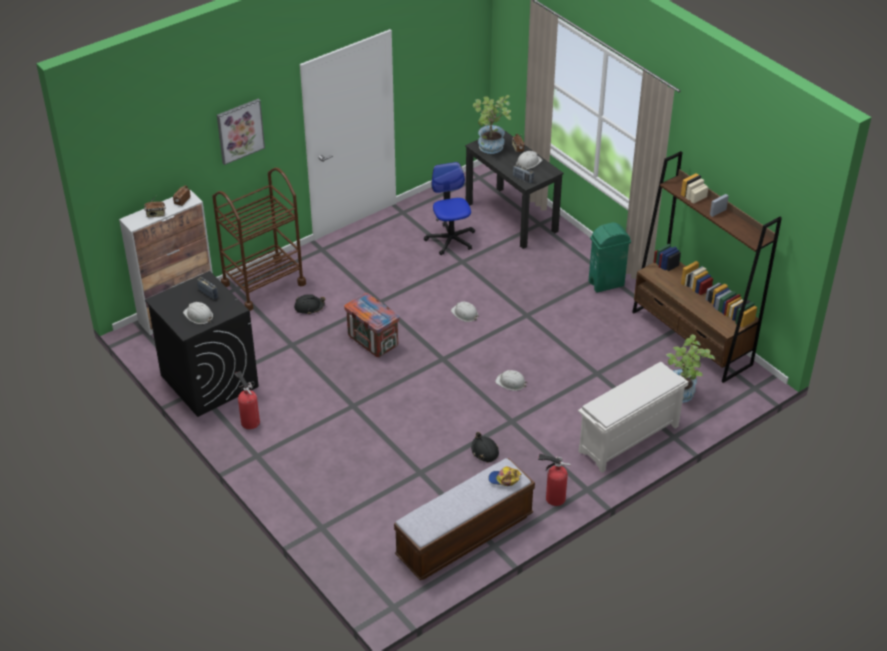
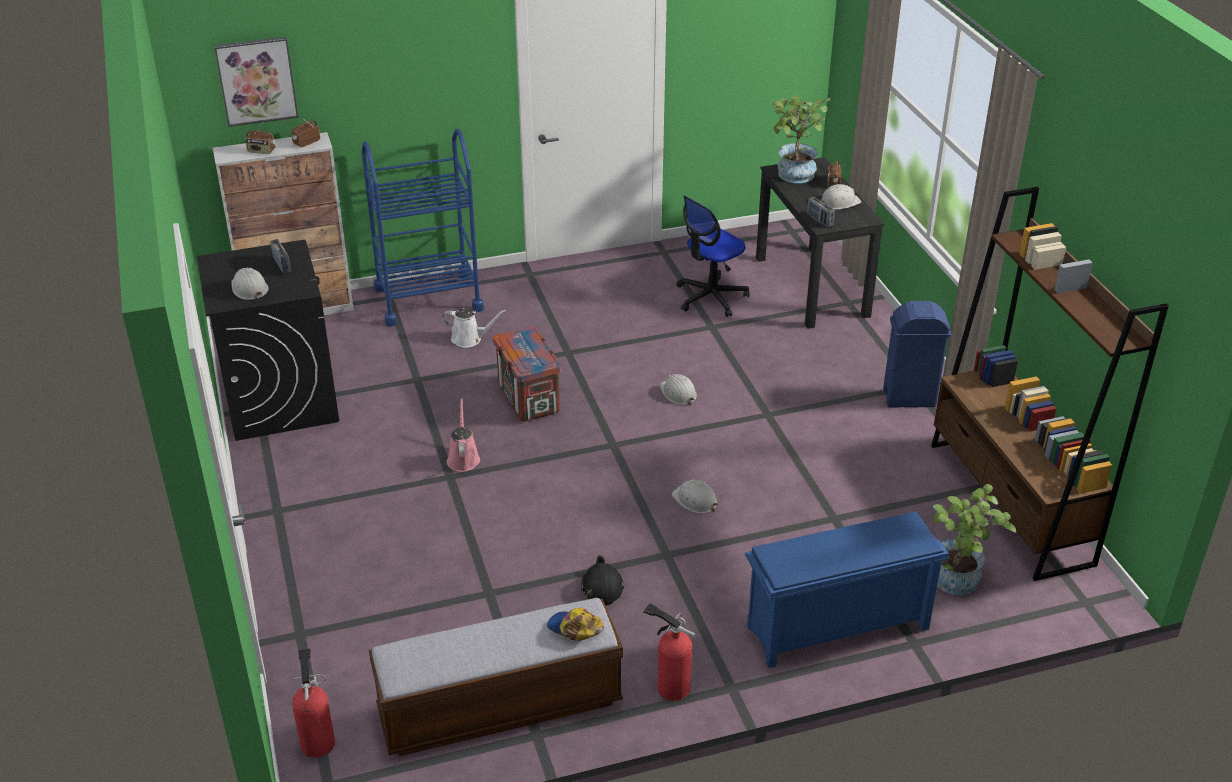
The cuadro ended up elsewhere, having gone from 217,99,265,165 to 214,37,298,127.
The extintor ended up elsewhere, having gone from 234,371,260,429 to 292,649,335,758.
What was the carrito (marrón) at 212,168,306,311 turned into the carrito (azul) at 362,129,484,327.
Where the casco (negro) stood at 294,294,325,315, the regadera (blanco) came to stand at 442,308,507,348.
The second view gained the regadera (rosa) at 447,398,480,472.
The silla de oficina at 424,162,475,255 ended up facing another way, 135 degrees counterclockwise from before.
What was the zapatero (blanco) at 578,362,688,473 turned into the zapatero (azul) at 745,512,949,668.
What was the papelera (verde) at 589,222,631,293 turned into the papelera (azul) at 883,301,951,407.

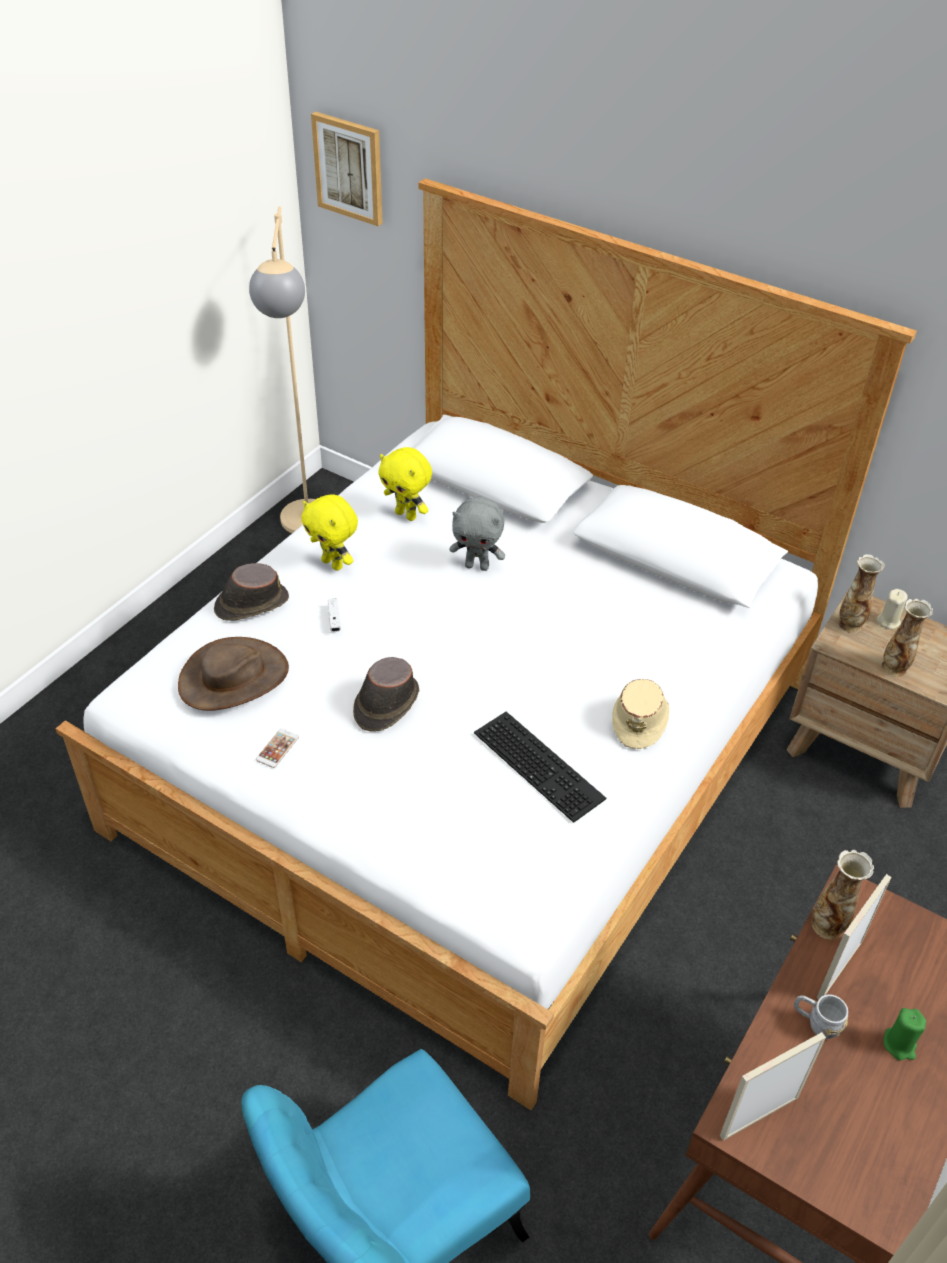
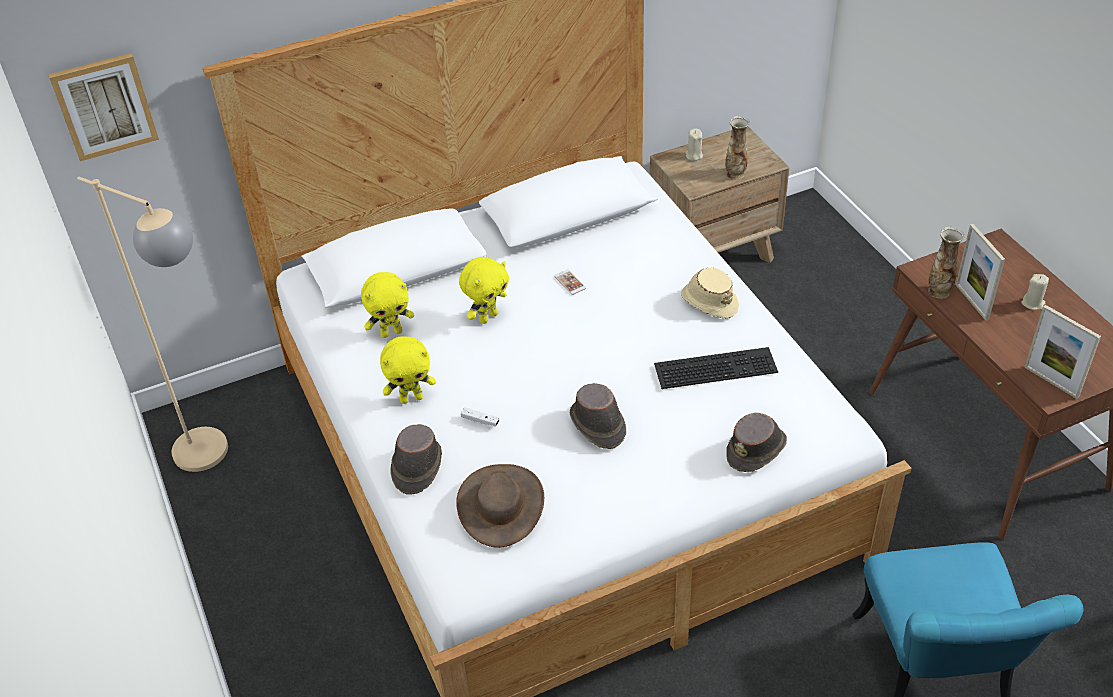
What was the peluche (gris) at 449,497,505,571 turned into the peluche (amarillo) at 459,257,509,324.
The móvil ended up elsewhere, having gone from 256,729,299,768 to 554,269,586,295.
The second view gained the sombrero (marrón) at 726,413,787,472.
What was the vela (verde) at 884,1008,926,1061 turned into the vela (beis) at 1021,274,1049,310.
The portarretratos at 720,1032,826,1141 ended up facing another way, 45 degrees counterclockwise from before.
The second view lost the taza grande (gris) at 794,994,848,1039.
The second view lost the florero at 838,554,885,633.

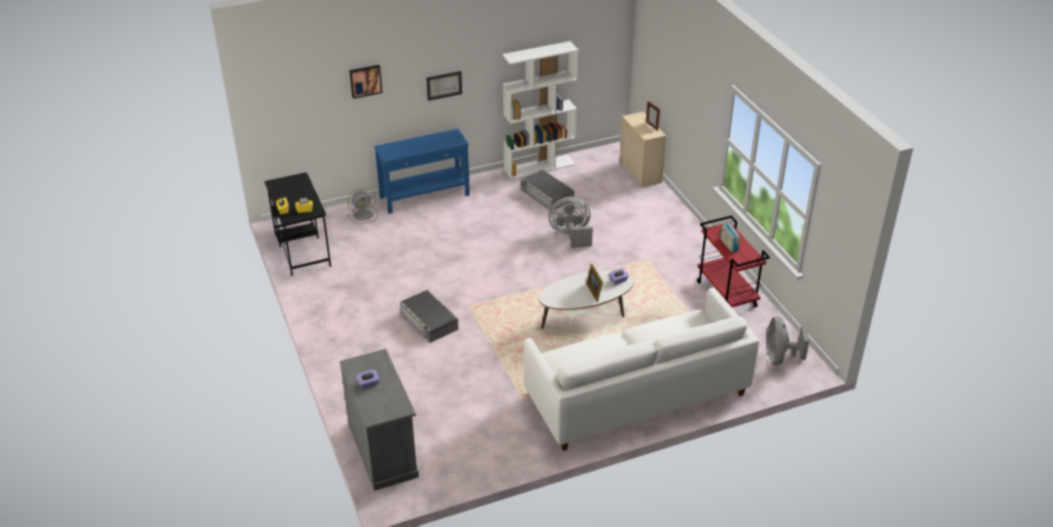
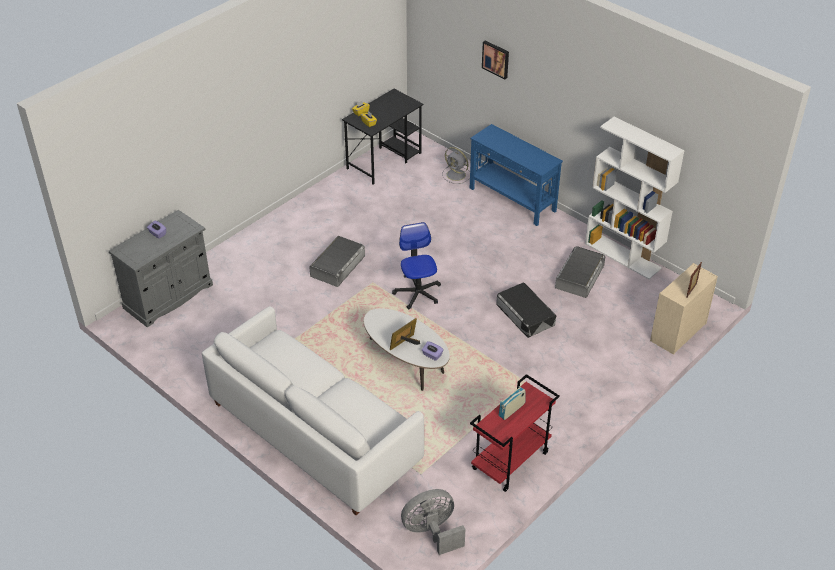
The second view gained the silla de oficina at 392,222,441,309.
Where the ventilador (gris) stood at 549,197,593,248, the caja de almacenaje (negro) came to stand at 496,283,556,338.
The second view lost the cuadro at 426,71,462,101.

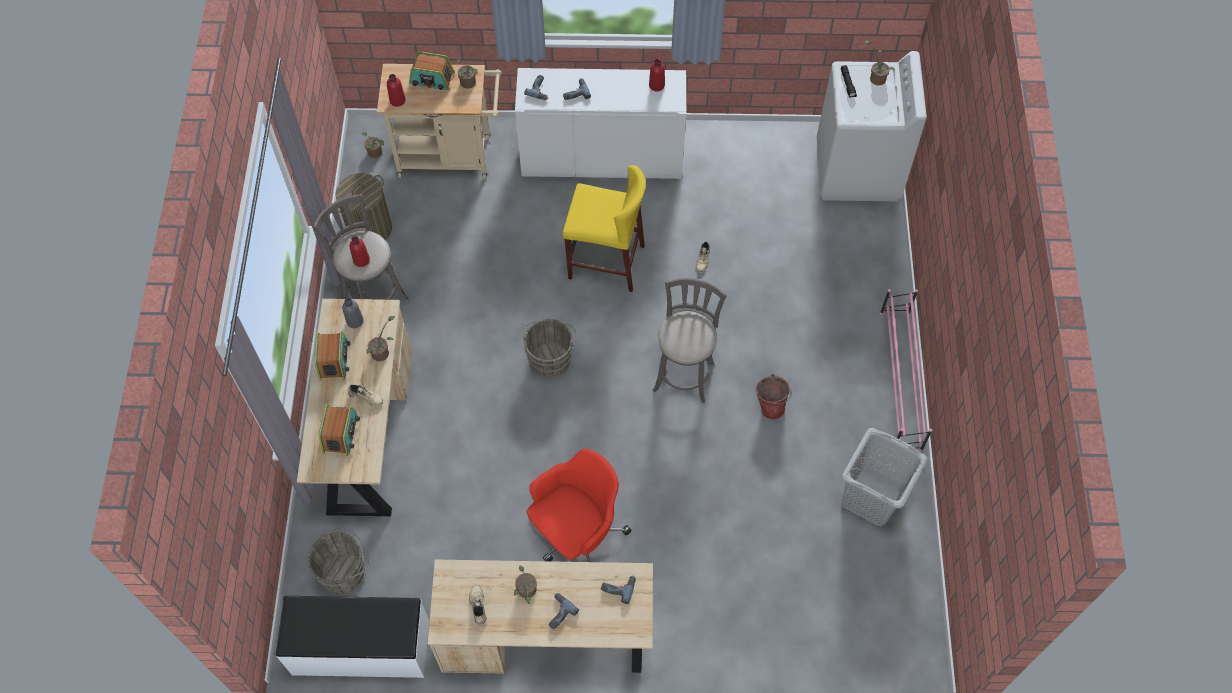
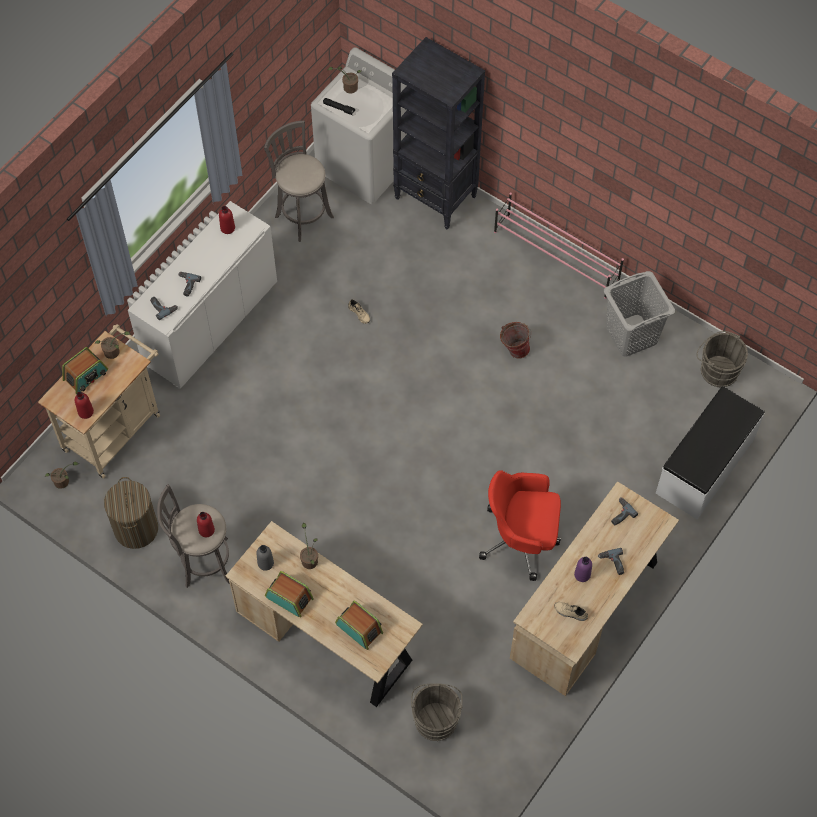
The taburete (gris) ended up elsewhere, having gone from 653,278,727,403 to 264,120,334,242.
The second view gained the estantería (negro) at 392,37,485,230.
The silla de oficina (rojo) at 527,449,631,562 ended up facing another way, 75 degrees counterclockwise from before.
Where the planta en maceta stood at 514,565,537,604, the botella (morado) came to stand at 574,557,592,582.
The banco (blanco) ended up elsewhere, having gone from 276,596,429,678 to 656,386,765,519.
The cubo (gris) ended up elsewhere, having gone from 523,319,576,379 to 696,331,748,387.
The second view lost the zapato (beis) at 348,384,383,406.
The second view lost the taburete (amarillo) at 562,165,646,292.

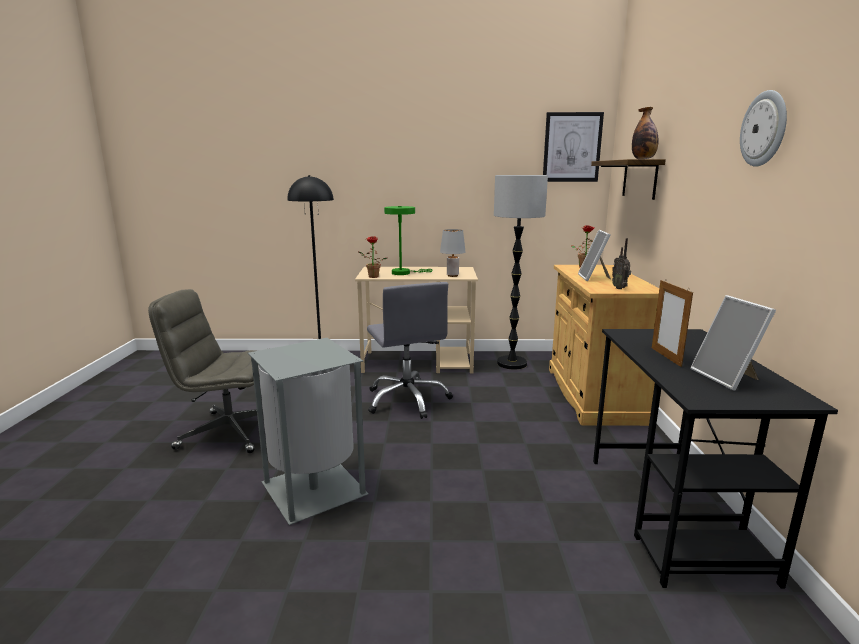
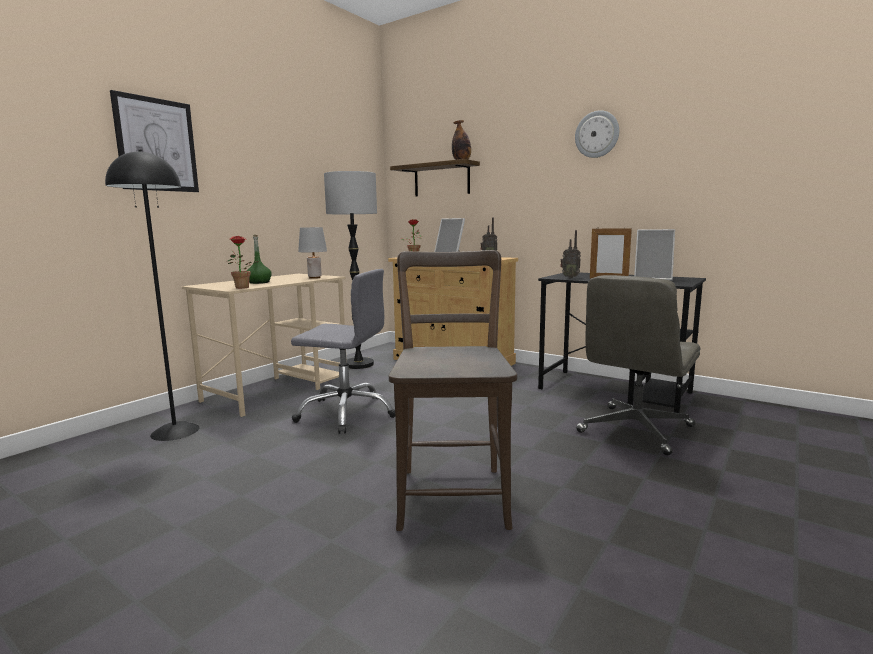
The cuadro ended up elsewhere, having gone from 543,112,604,182 to 110,90,199,192.
Where the lámpara de mesa (verde) stood at 384,206,433,275, the botella (verde) came to stand at 247,235,272,284.
Where the papelera (gris) stood at 248,338,369,525, the silla (marrón) came to stand at 389,250,517,531.
The second view gained the radio at 560,230,581,278.
The silla de oficina (gris) ended up elsewhere, having gone from 148,289,263,453 to 576,275,700,455.

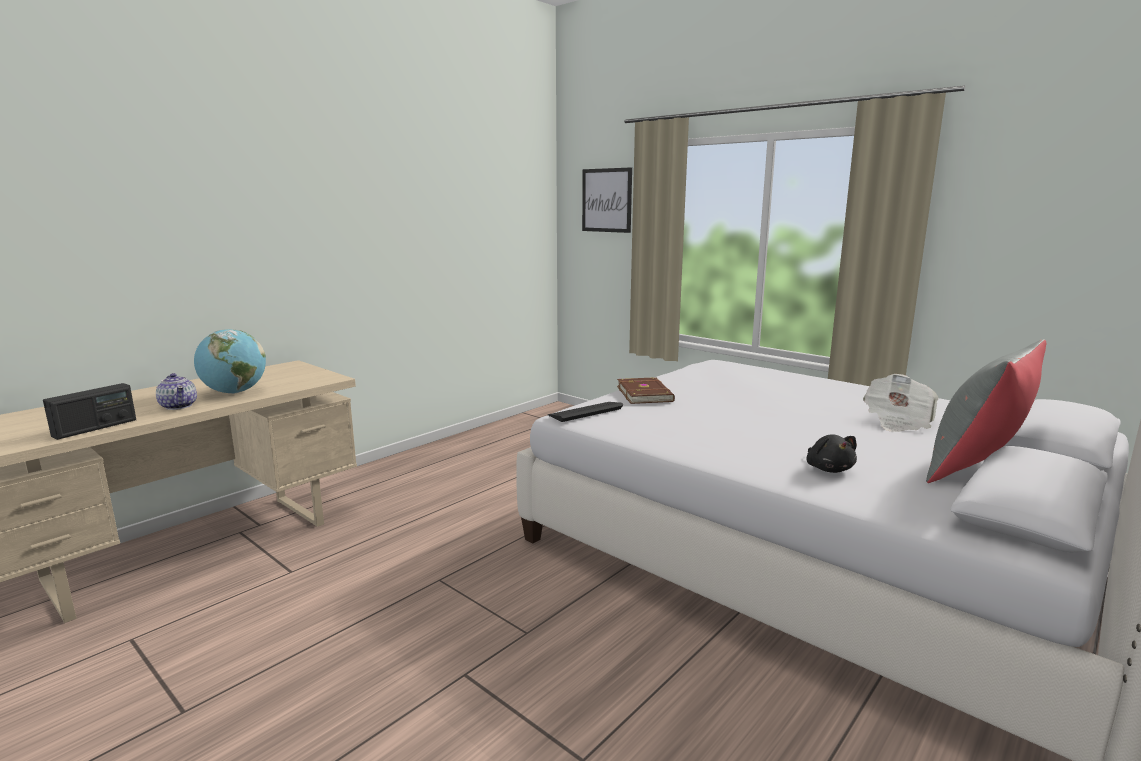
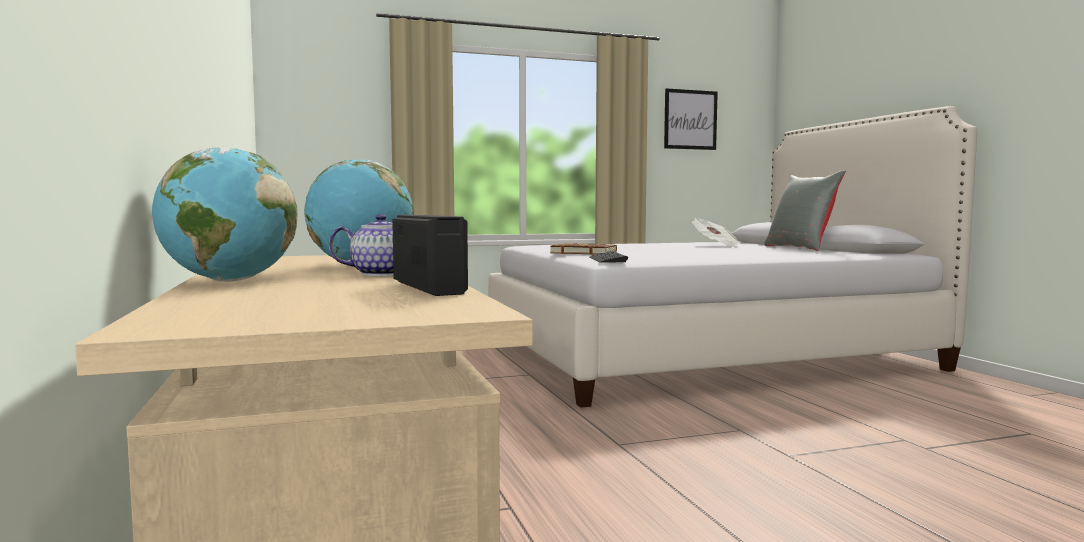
The second view gained the globo terráqueo at 152,147,297,282.
The cuadro ended up elsewhere, having gone from 582,167,632,233 to 664,88,718,150.
The second view lost the peluche (negro) at 807,435,857,473.

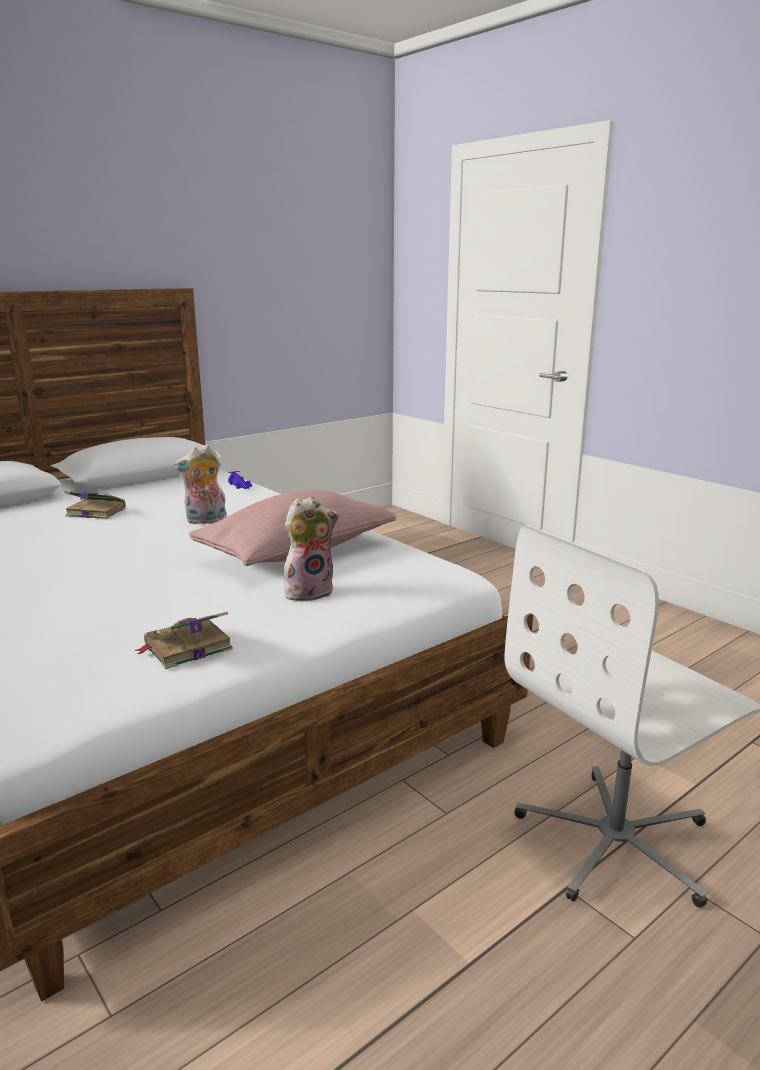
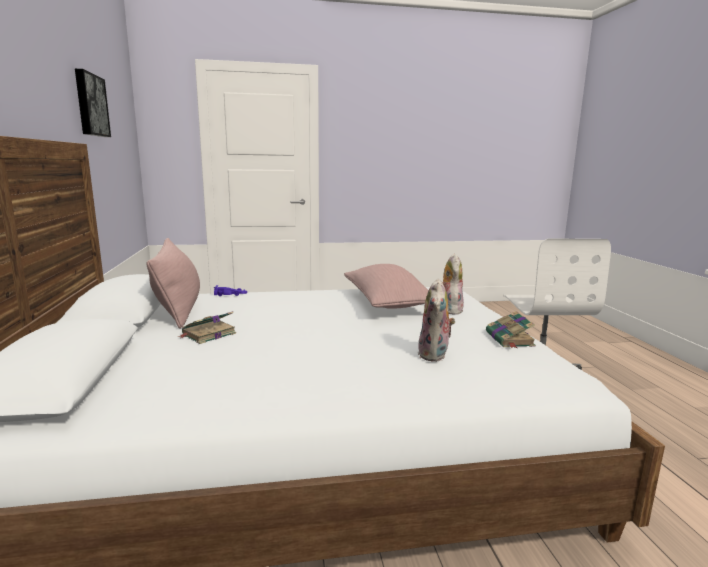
The second view gained the cuadro at 75,69,111,137.
The second view gained the cojín (rosa) at 147,238,200,329.
The peluche ended up elsewhere, having gone from 174,444,227,524 to 418,279,456,362.

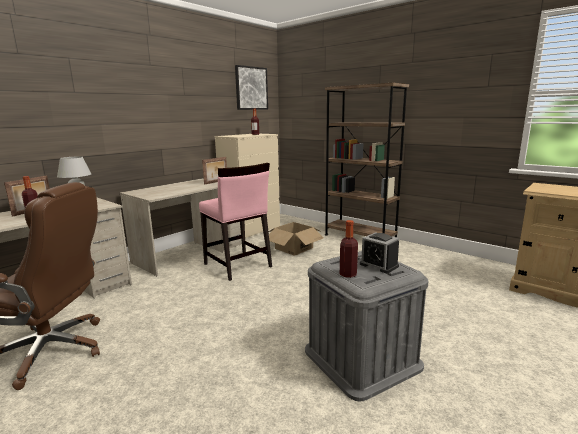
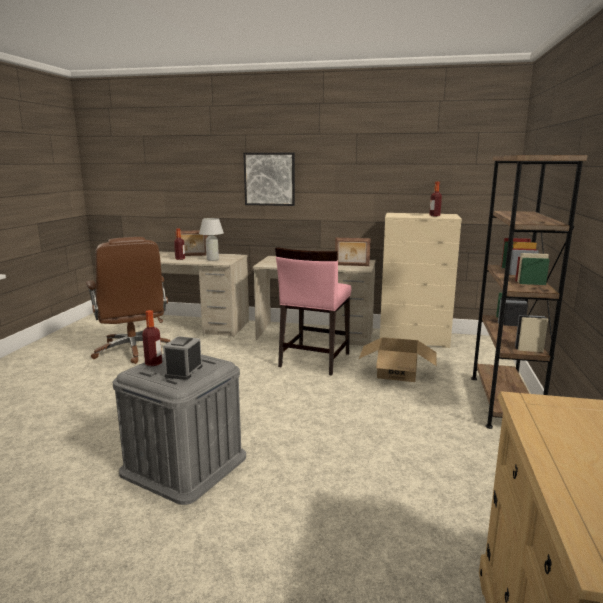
The cuadro ended up elsewhere, having gone from 235,65,268,110 to 243,153,295,206.

